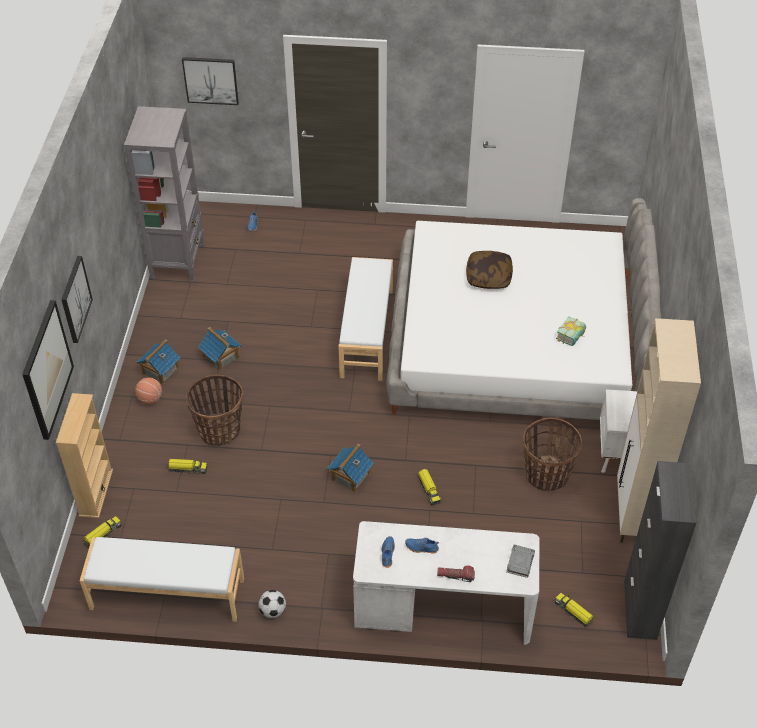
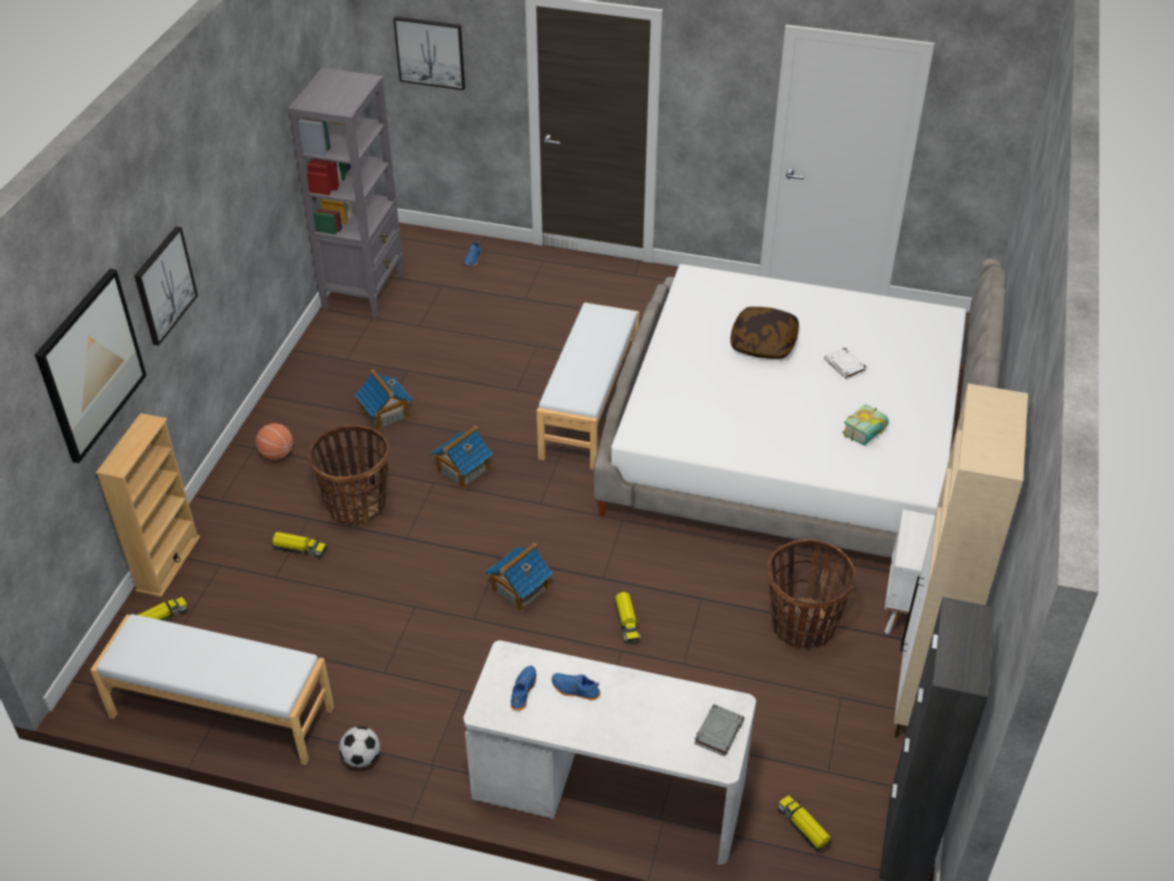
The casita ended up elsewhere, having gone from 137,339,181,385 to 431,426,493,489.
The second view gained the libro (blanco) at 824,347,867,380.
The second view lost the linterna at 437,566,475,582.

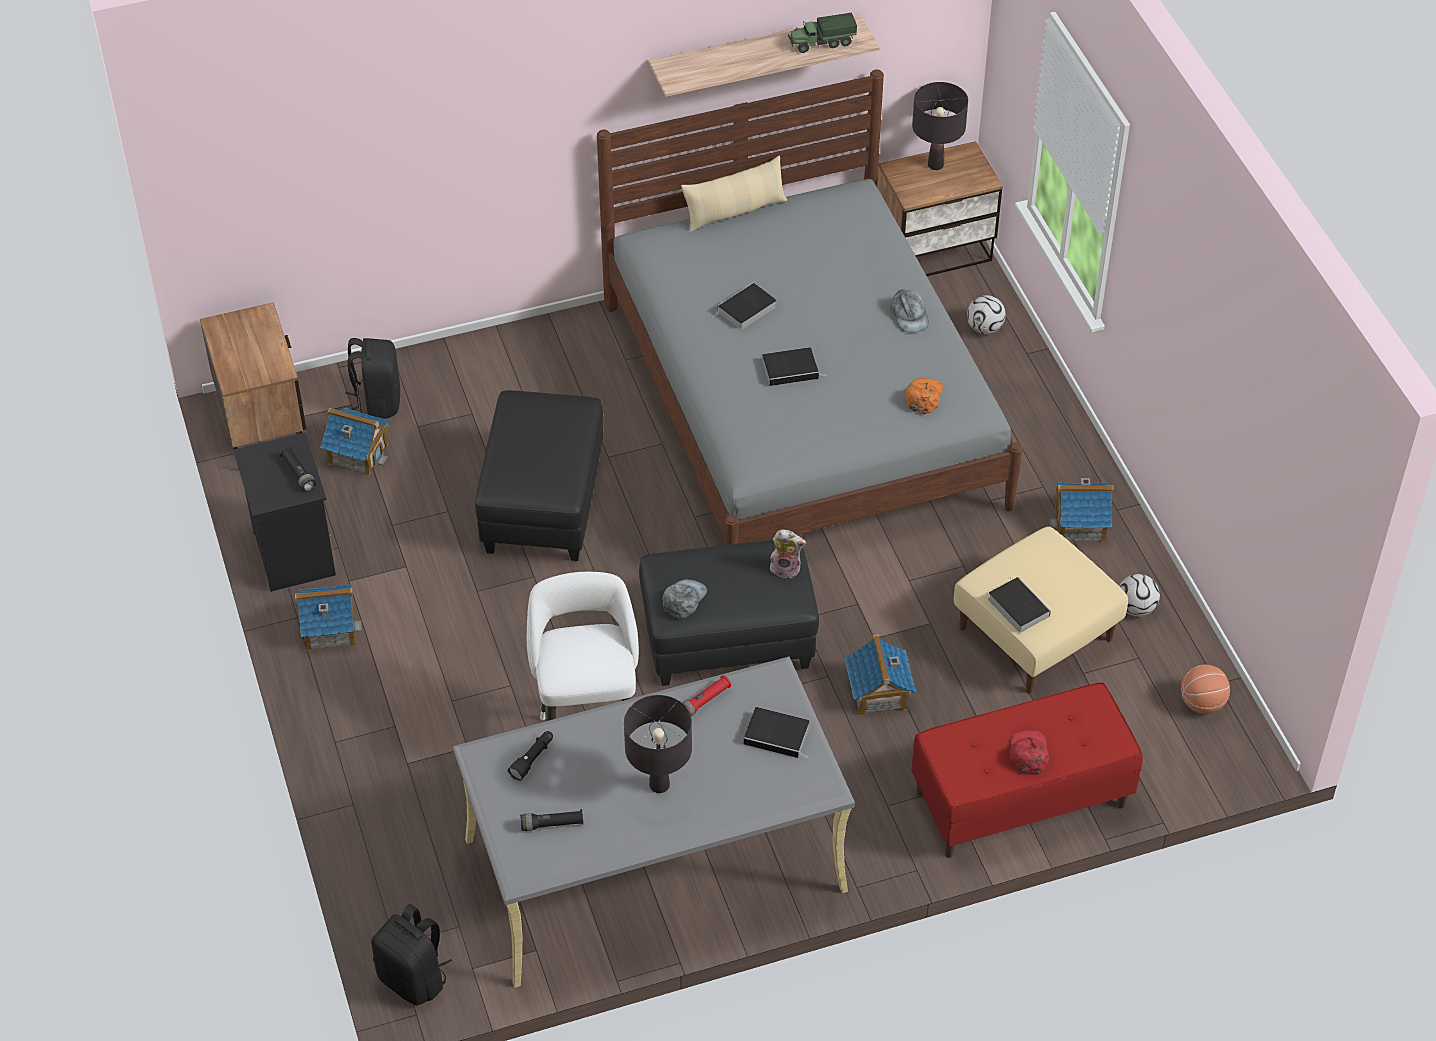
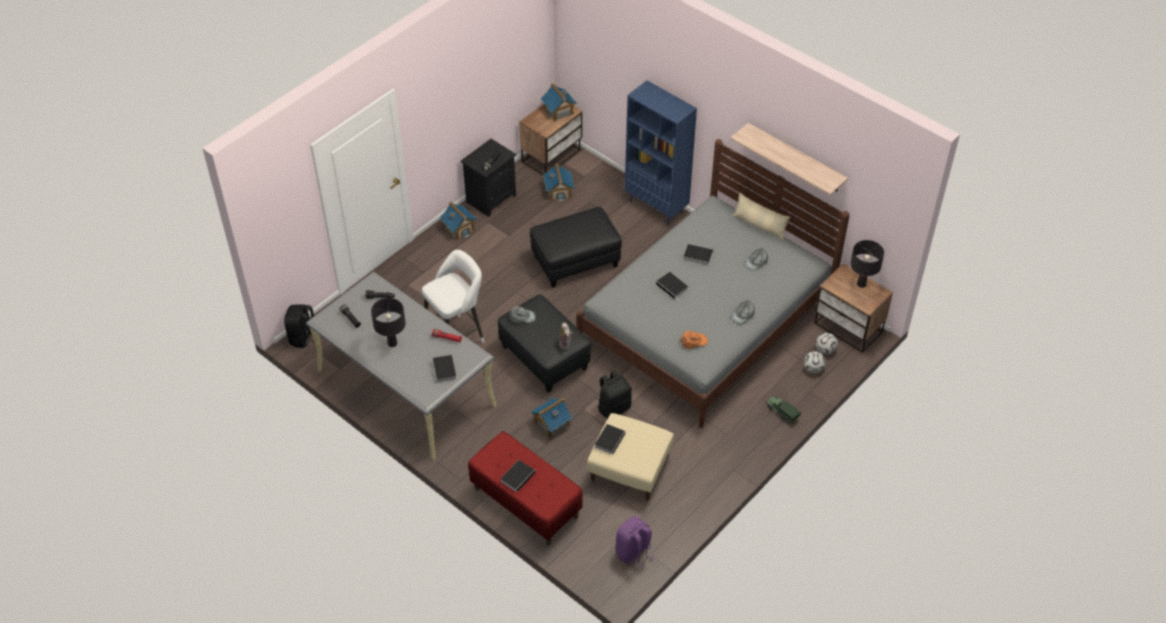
Where the gorra (rojo) stood at 1009,730,1049,774, the libro came to stand at 501,460,537,492.
The casita ended up elsewhere, having gone from 1049,478,1114,542 to 540,83,577,122.
The mochila (negro) ended up elsewhere, having gone from 345,338,400,419 to 597,370,632,418.
Where the balón de baloncesto stood at 1181,665,1230,714, the mochila (morado) came to stand at 616,516,654,569.
The second view gained the estantería (azul) at 625,80,697,225.
The second view gained the gorra (gris) at 744,248,768,271.
The camión de juguete ended up elsewhere, having gone from 788,13,857,53 to 766,396,801,424.
The balón de fútbol ended up elsewhere, having gone from 1119,574,1160,616 to 816,333,838,354.

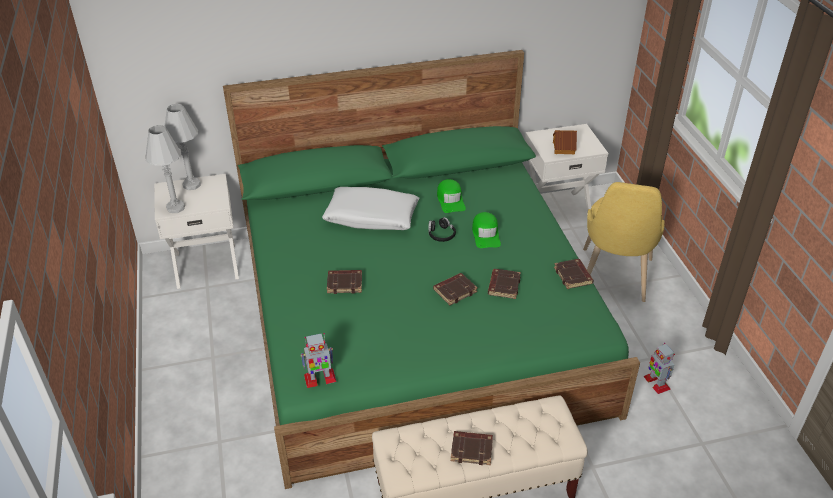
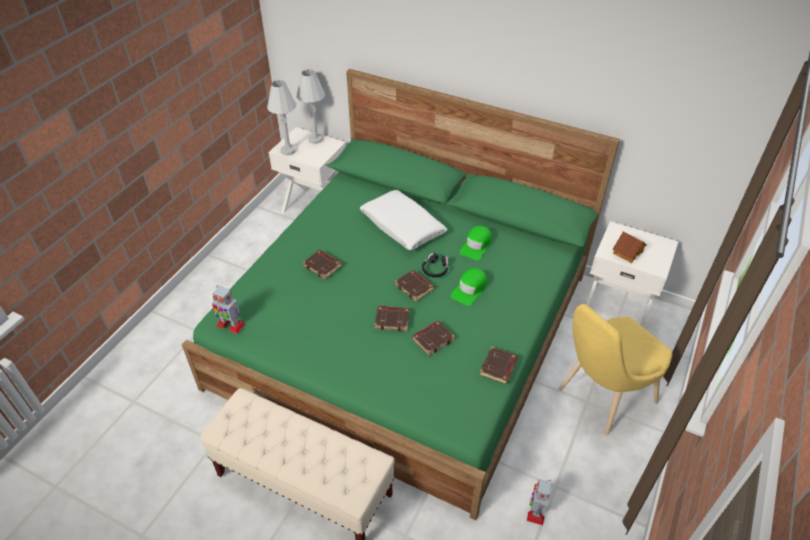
The libro (marrón) ended up elsewhere, having gone from 451,431,493,465 to 395,270,435,302.

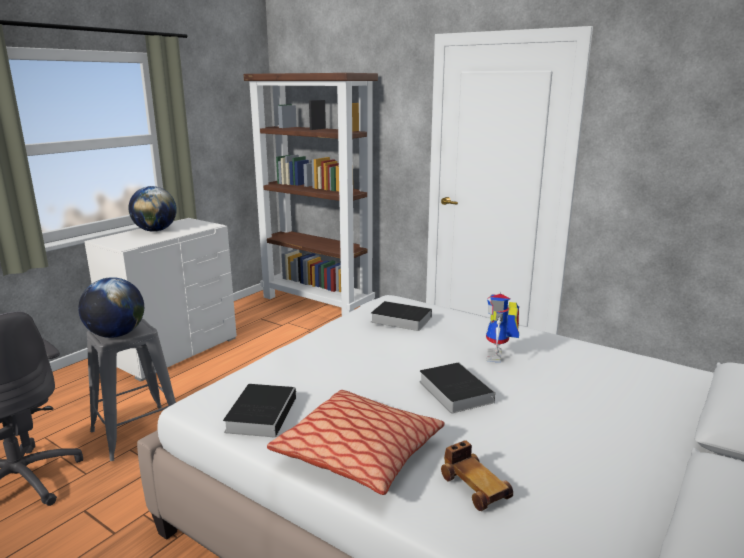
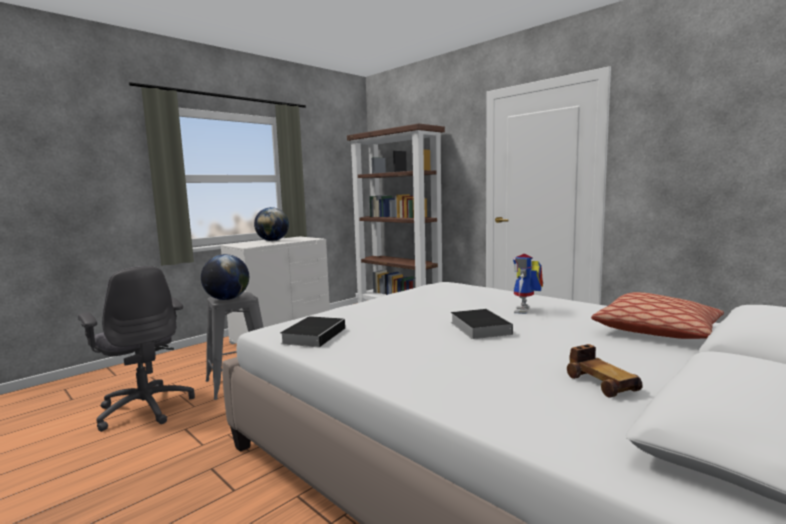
The coche de juguete ended up elsewhere, having gone from 441,440,513,511 to 567,344,643,397.
The cojín ended up elsewhere, having gone from 267,390,445,495 to 591,292,724,339.
The second view lost the libro at 371,301,432,331.

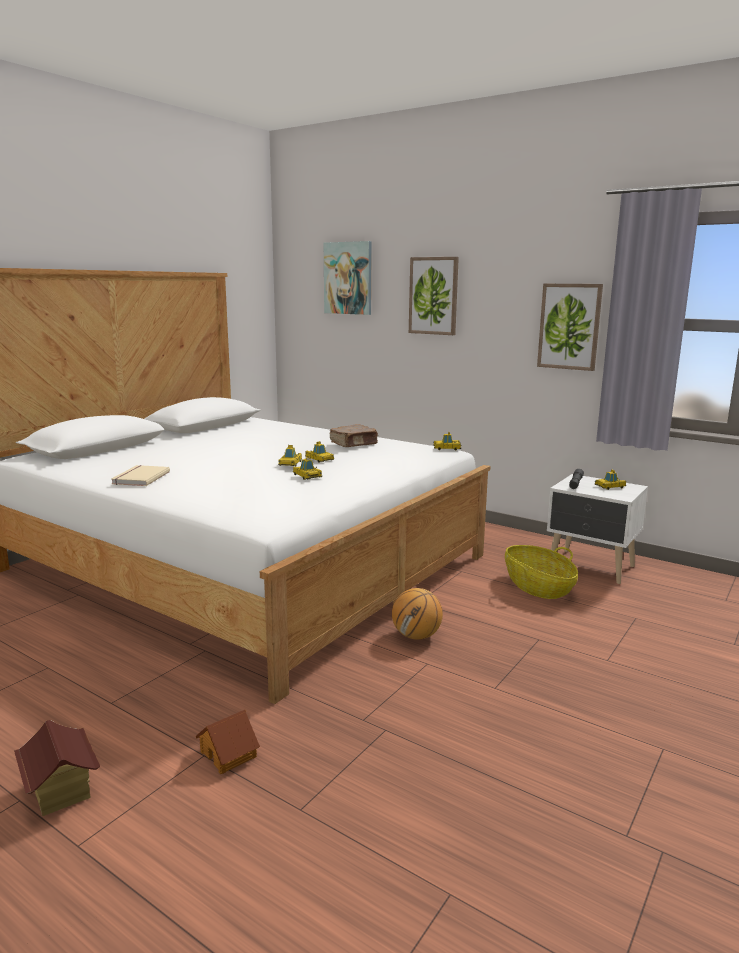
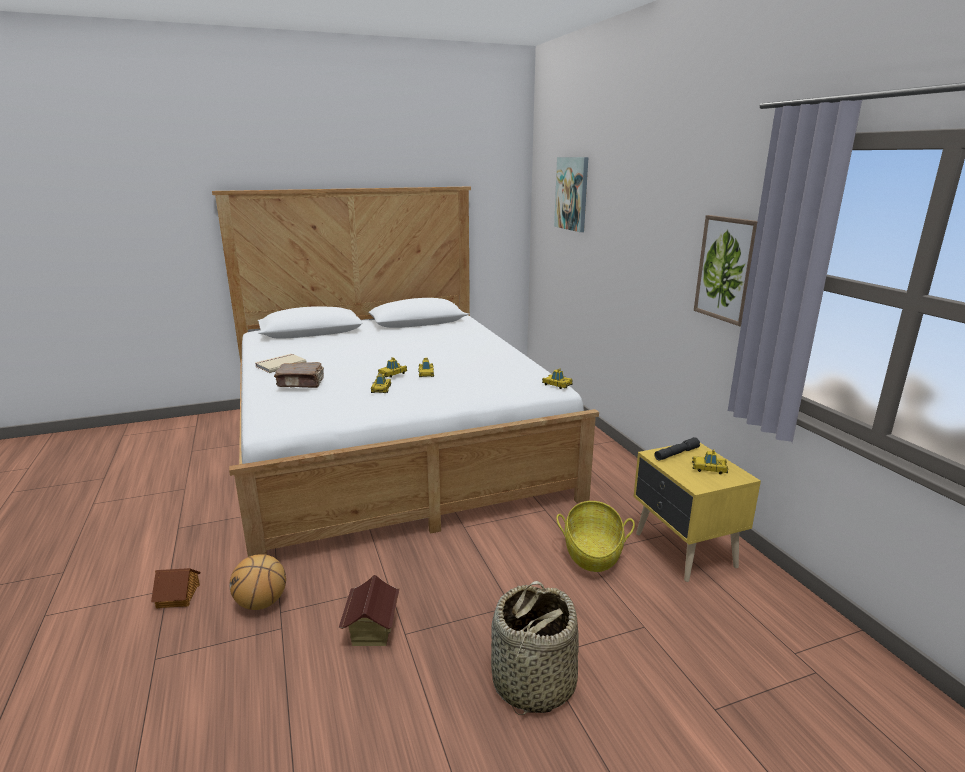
The balón de baloncesto ended up elsewhere, having gone from 392,588,443,640 to 229,554,286,610.
The libro (marrón) ended up elsewhere, having gone from 329,424,378,447 to 274,362,324,388.
The casita ended up elsewhere, having gone from 14,720,100,816 to 339,575,400,646.
The second view gained the cesta at 491,581,579,715.
What was the mesita de noche (blanco) at 547,474,648,584 turned into the mesita de noche (amarillo) at 633,443,761,582.
The second view lost the cuadro at 409,257,459,335.

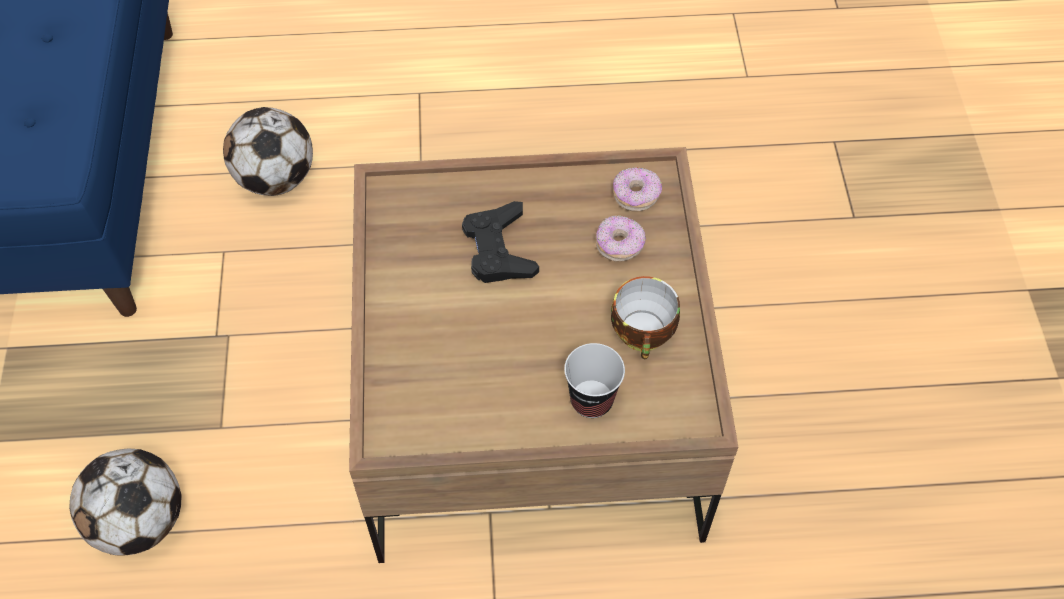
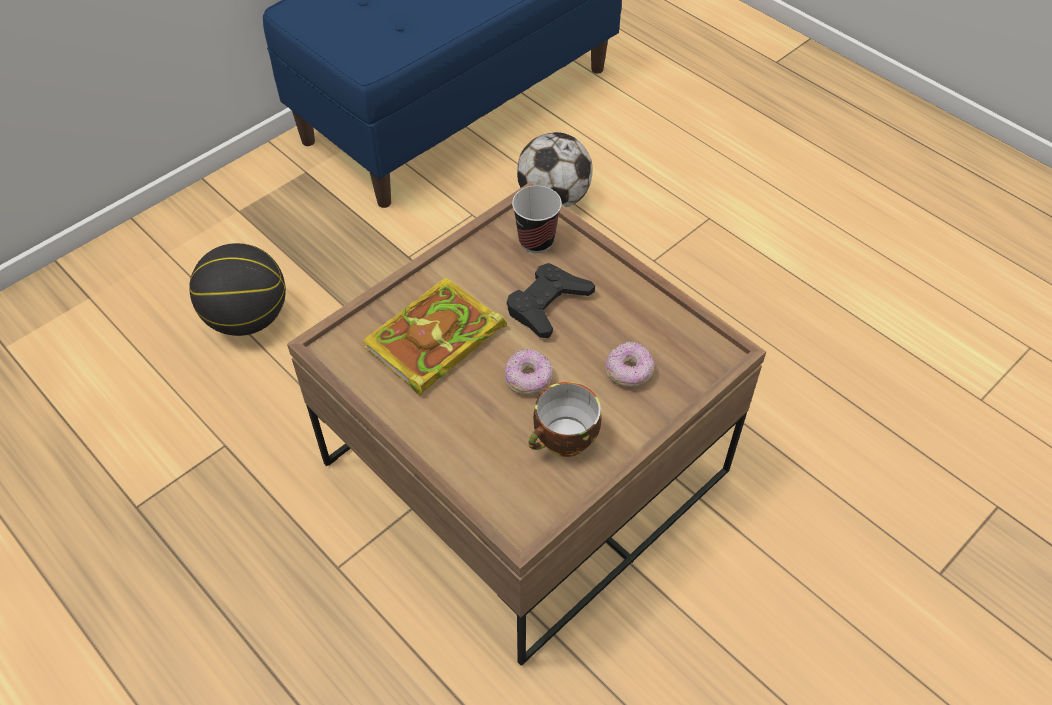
Where the balón de fútbol stood at 69,448,182,556, the balón de baloncesto came to stand at 190,243,286,336.
The second view gained the libro at 363,278,507,395.
The rosquilla ended up elsewhere, having gone from 613,167,662,212 to 504,349,552,395.
The taza ended up elsewhere, having gone from 564,343,625,418 to 512,186,562,253.

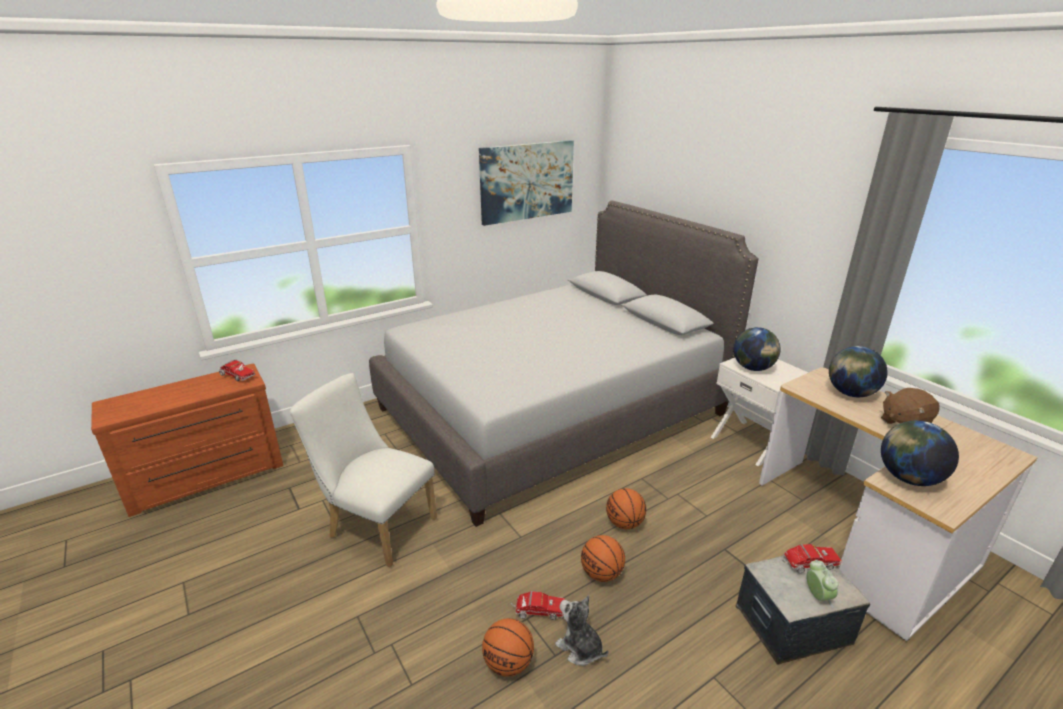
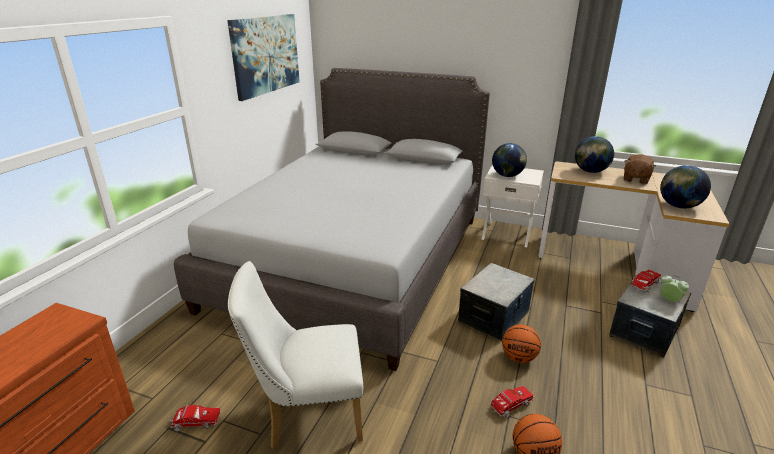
The camión de juguete ended up elsewhere, having gone from 219,359,255,381 to 168,405,221,431.
Where the balón de baloncesto stood at 606,488,646,529, the caja de almacenaje came to stand at 458,263,535,341.
The second view lost the peluche at 555,595,609,666.

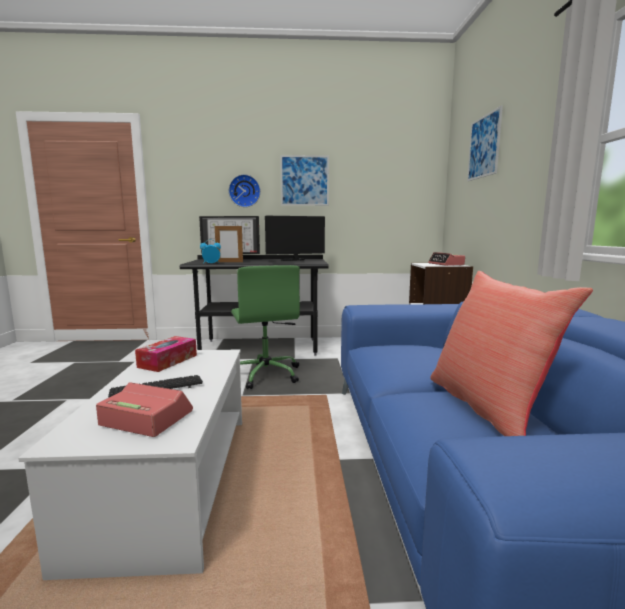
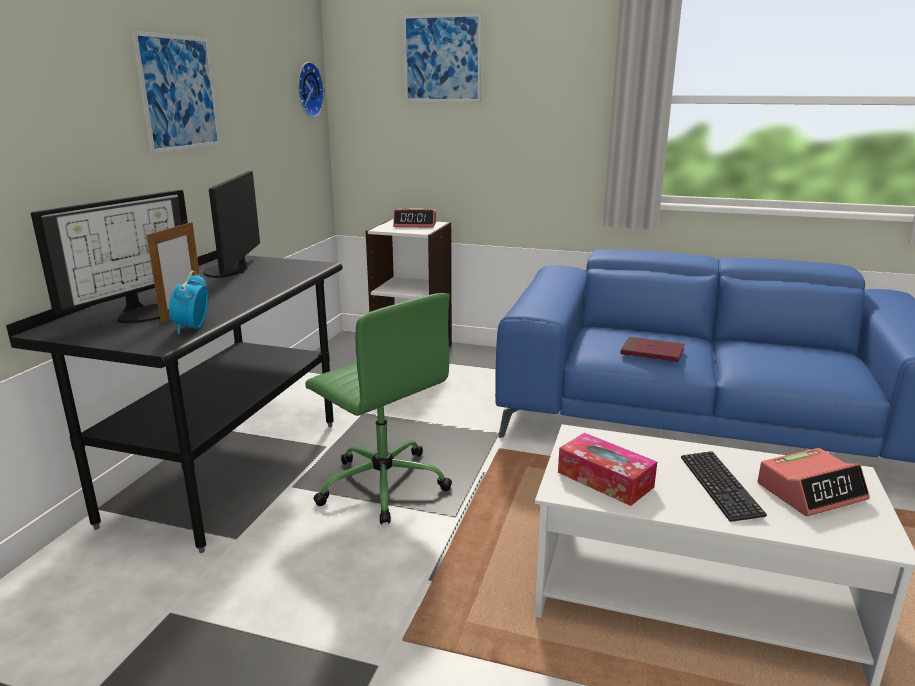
The reloj de pared ended up elsewhere, having gone from 229,174,261,207 to 298,62,324,118.
The silla de oficina (verde) at 231,265,300,389 ended up facing another way, 45 degrees clockwise from before.
The second view gained the libro (rojo) at 621,337,685,362.
The despertador at 96,382,193,437 ended up facing another way, 150 degrees counterclockwise from before.
The second view lost the cojín (rojo) at 430,271,593,436.

